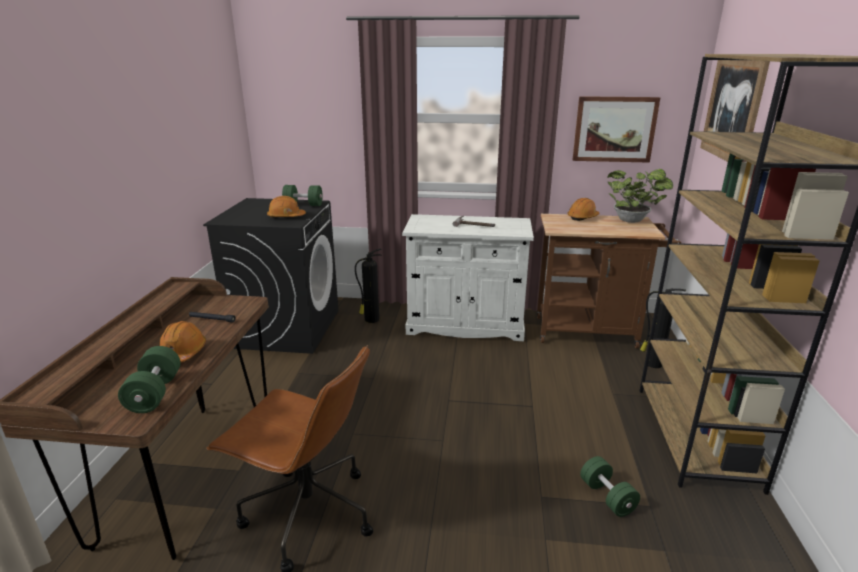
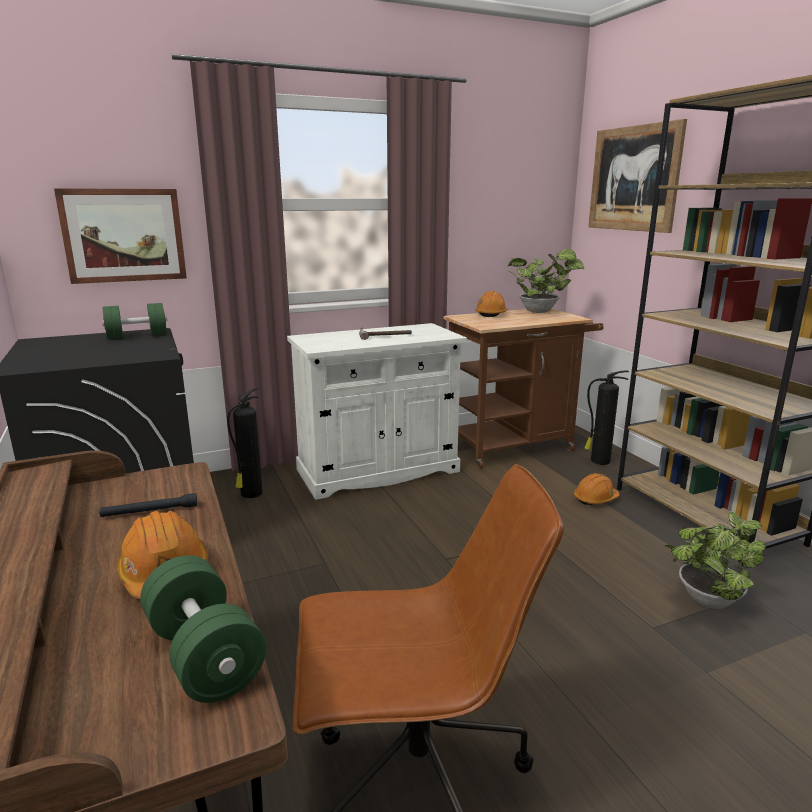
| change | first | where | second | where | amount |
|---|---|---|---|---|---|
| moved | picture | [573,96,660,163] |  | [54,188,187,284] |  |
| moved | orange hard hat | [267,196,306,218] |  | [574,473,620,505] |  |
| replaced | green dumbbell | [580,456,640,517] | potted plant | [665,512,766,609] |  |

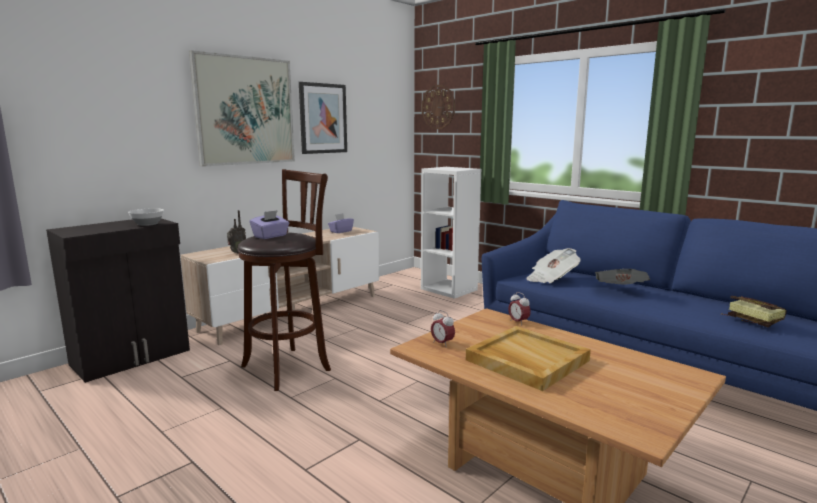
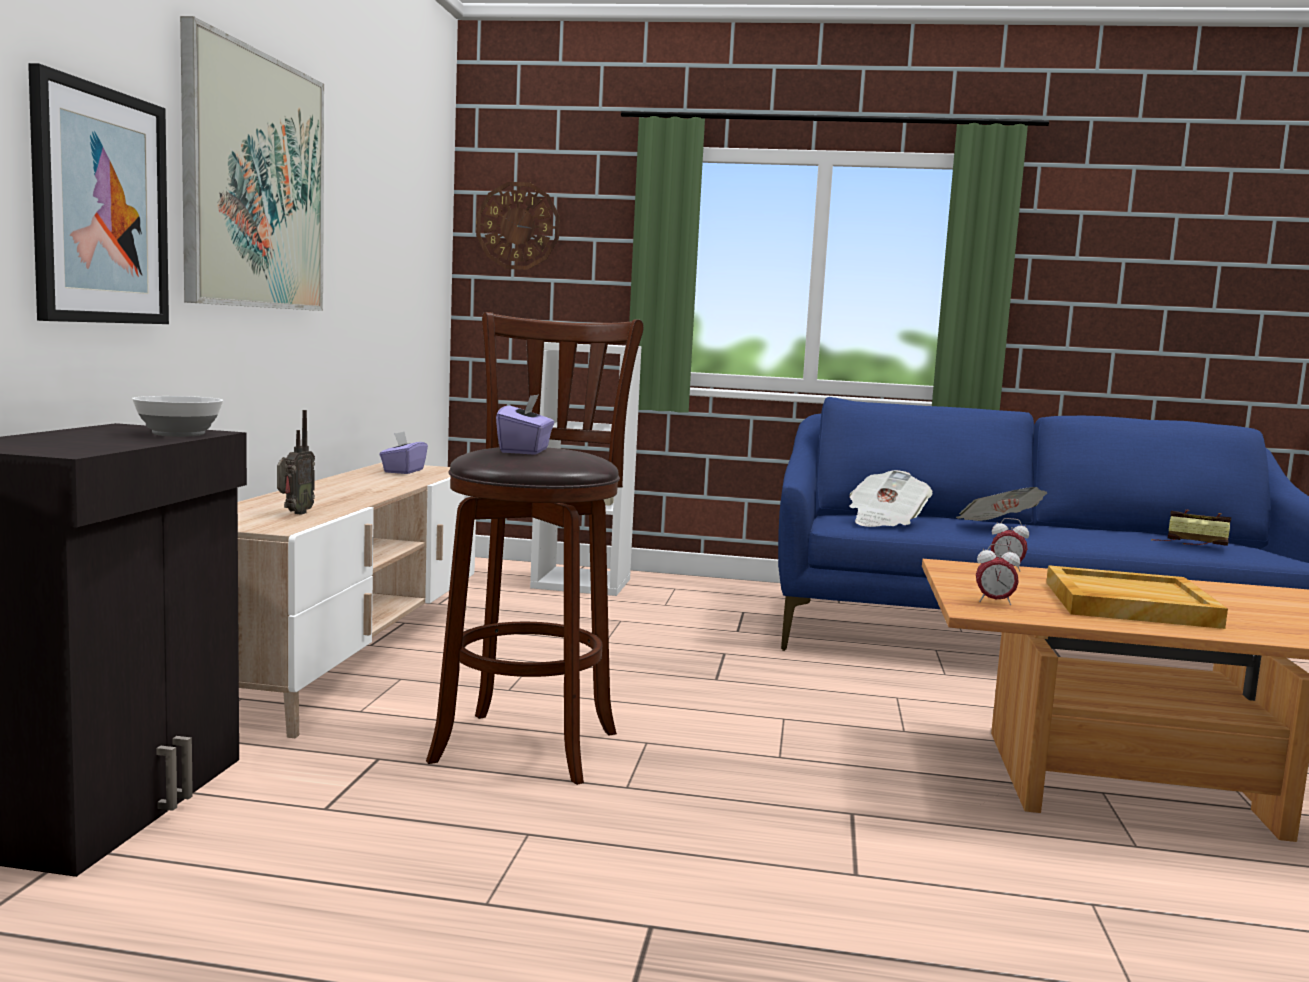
| change | first | where | second | where | amount |
|---|---|---|---|---|---|
| moved | picture | [299,82,347,154] |  | [28,63,169,324] |  |

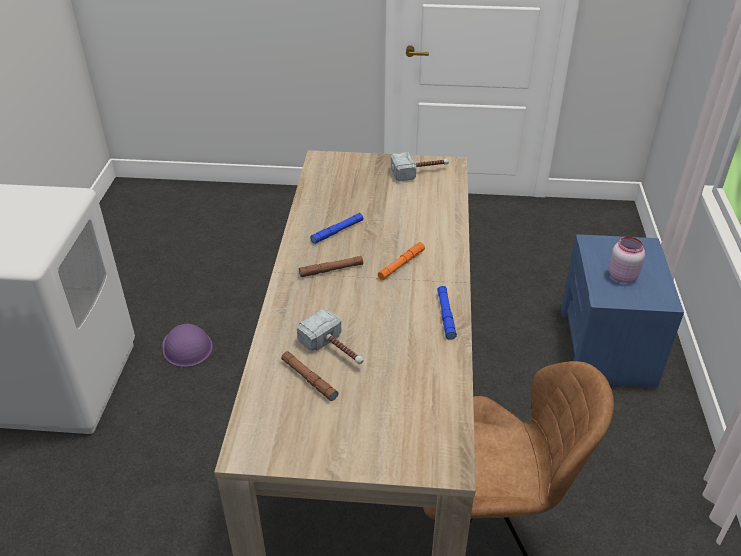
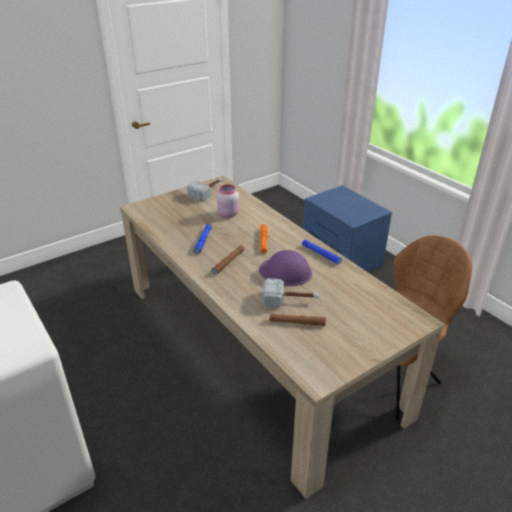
| change | first | where | second | where | amount |
|---|---|---|---|---|---|
| moved | pink jar | [608,237,645,283] |  | [217,184,239,218] |  |
| moved | purple hard hat | [162,324,213,367] |  | [259,250,312,286] |  |

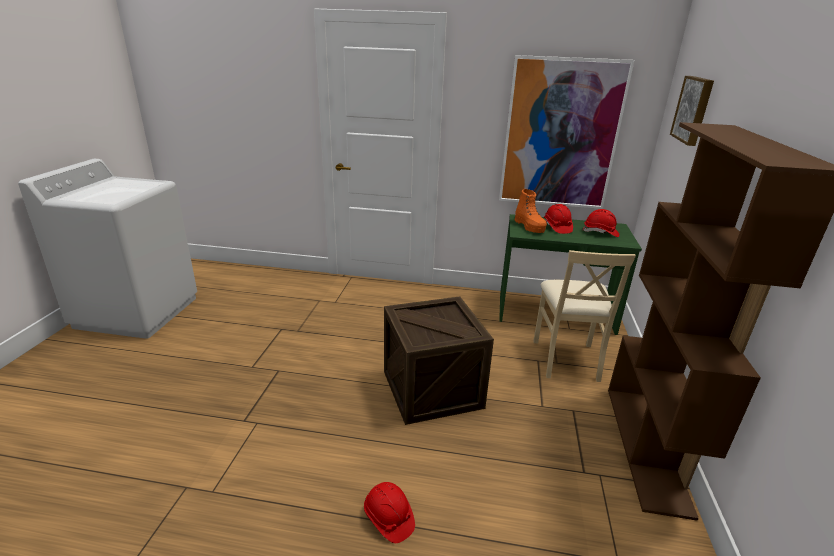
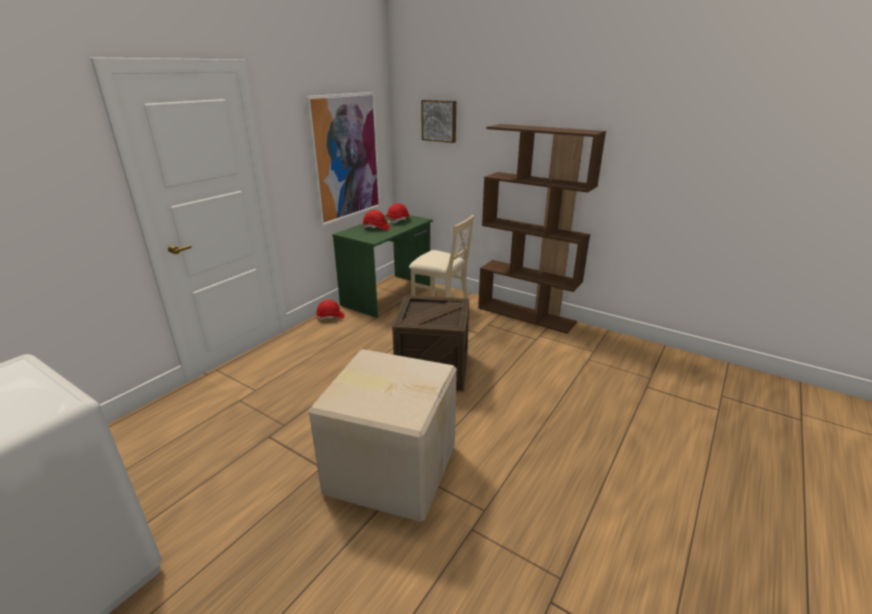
| change | first | where | second | where | amount |
|---|---|---|---|---|---|
| added |  |  | cardboard box | [309,349,457,522] |  |
| moved | red hard hat | [364,482,415,543] |  | [316,300,345,320] |  |
| removed | orange boot | [515,189,547,233] |  |  |  |

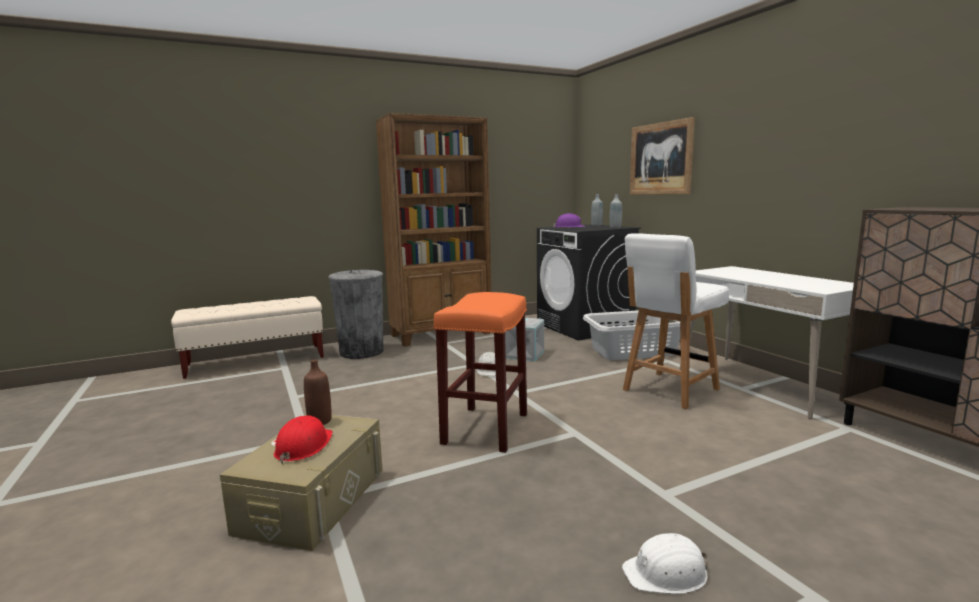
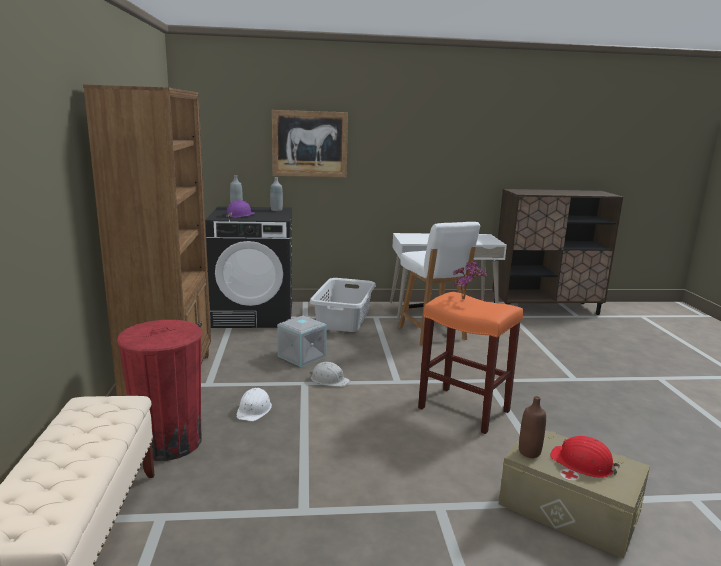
| change | first | where | second | where | amount |
|---|---|---|---|---|---|
| recoloured | grey trash can | [328,270,384,359] | red trash can | [116,320,202,461] |  |
| moved | white hard hat | [622,533,708,594] |  | [236,388,272,421] |  |
| added |  |  | potted plant | [453,261,487,299] |  |

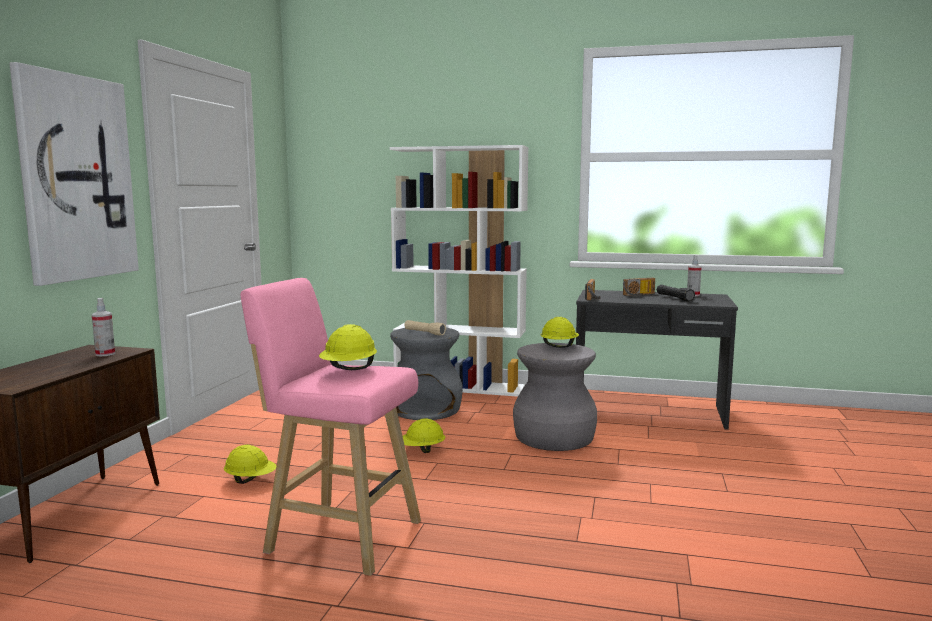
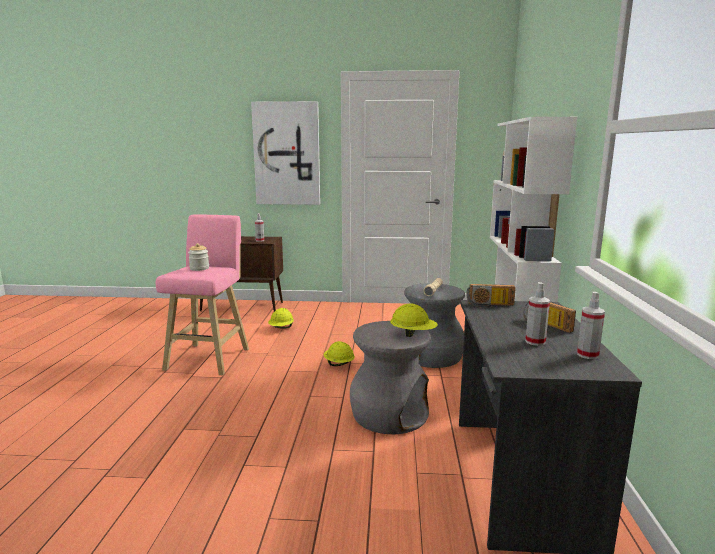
| change | first | where | second | where | amount |
|---|---|---|---|---|---|
| replaced | yellow hard hat | [319,324,377,370] | jar | [188,243,209,271] |  |
| replaced | black flashlight | [657,285,695,302] | spray bottle | [525,282,550,346] |  |

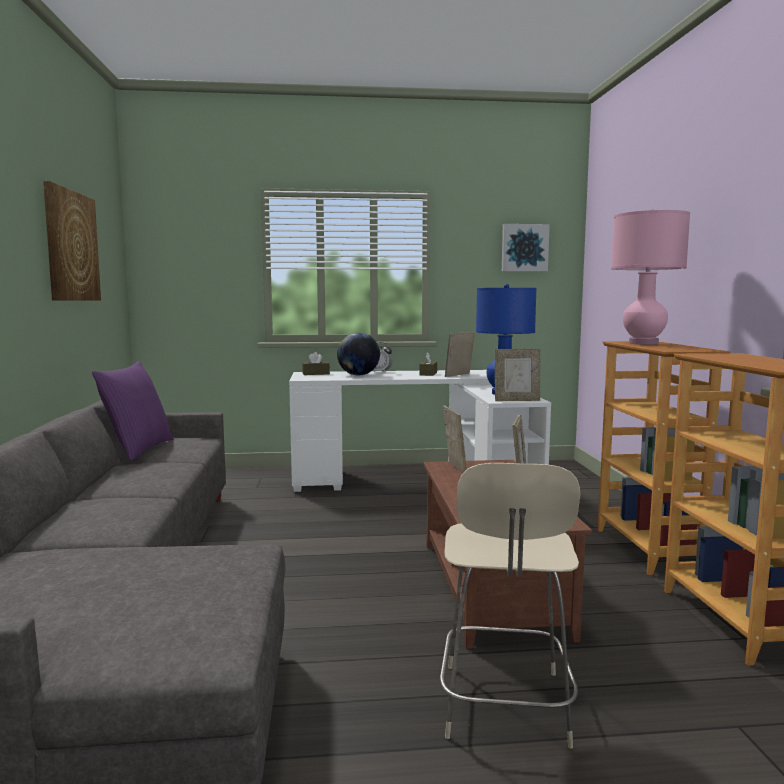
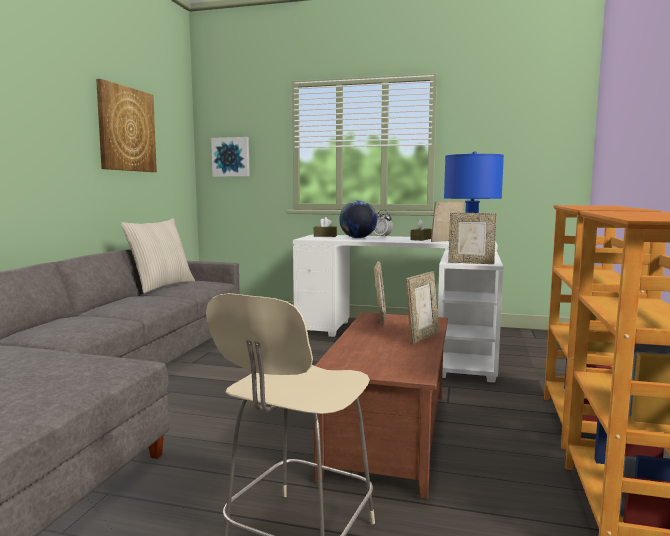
| change | first | where | second | where | amount |
|---|---|---|---|---|---|
| recoloured | purple pillow | [92,361,173,461] | beige pillow | [120,218,195,293] |  |
| moved | picture | [502,224,550,272] |  | [211,137,250,177] |  |
| removed | pink table lamp | [611,209,690,345] |  |  |  |

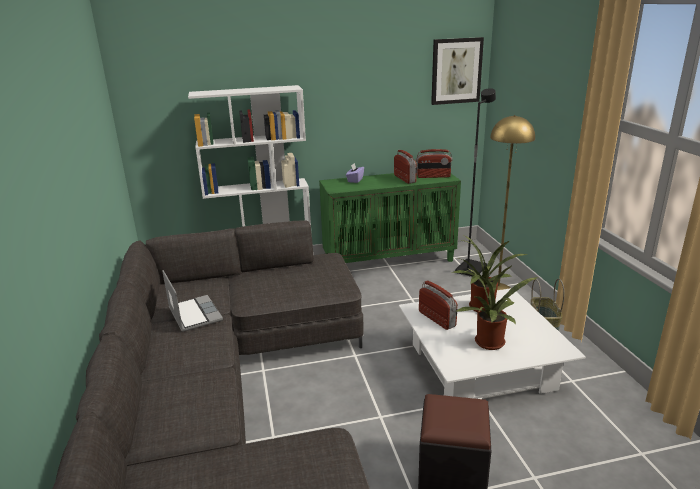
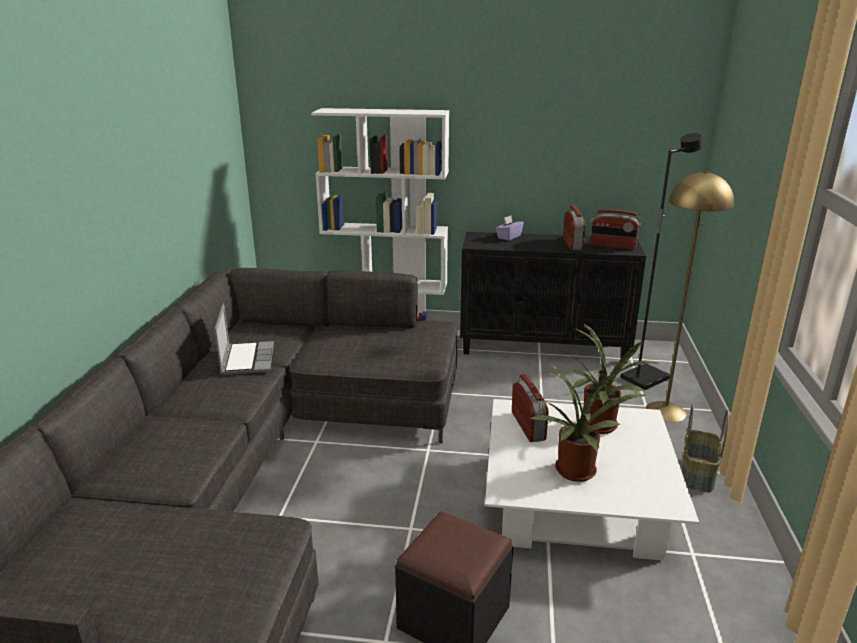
| change | first | where | second | where | amount |
|---|---|---|---|---|---|
| recoloured | green cabinet | [319,173,461,263] | black cabinet | [460,232,646,364] |  |
| removed | picture | [431,37,484,105] |  |  |  |

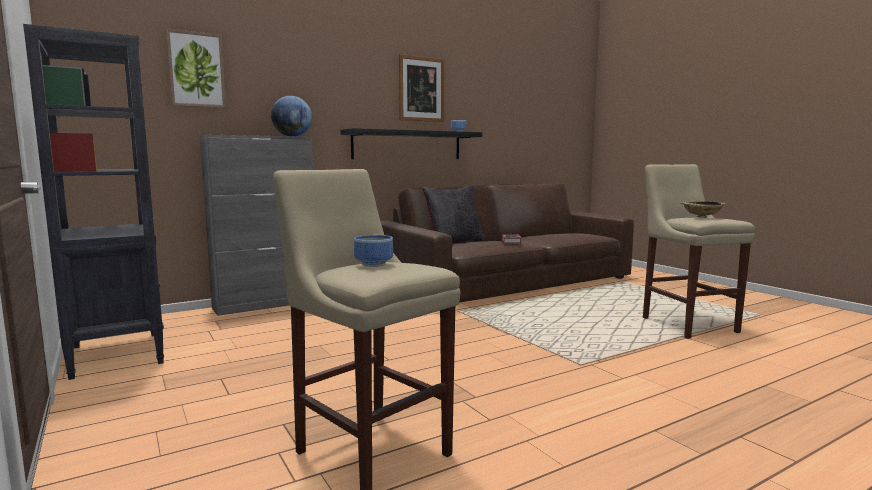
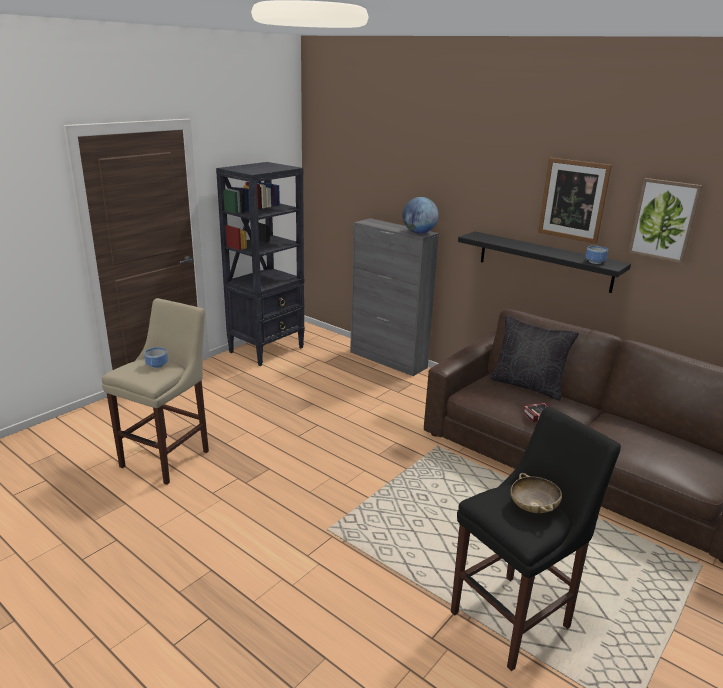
| change | first | where | second | where | amount |
|---|---|---|---|---|---|
| recoloured | beige stool | [643,164,755,339] | black stool | [451,407,621,671] |  |
| moved | picture | [166,29,226,108] |  | [628,178,703,263] |  |

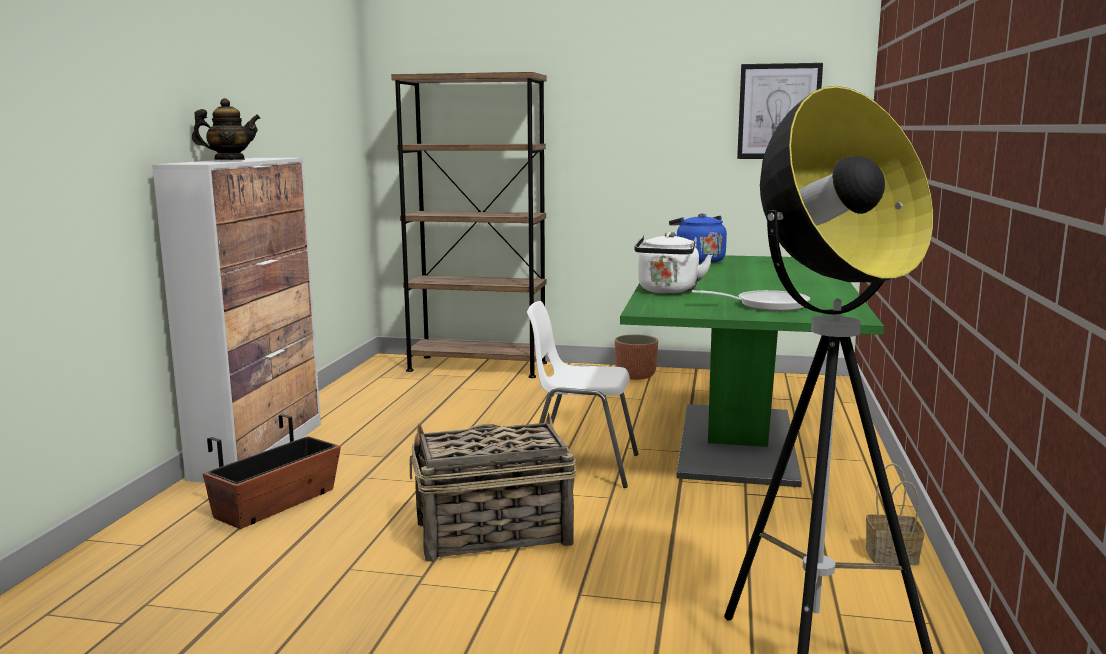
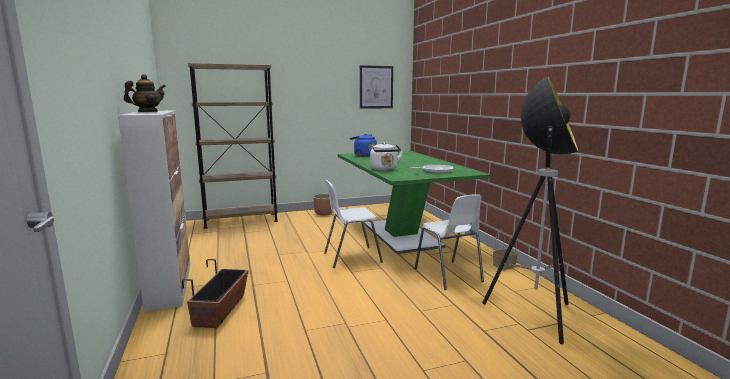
| change | first | where | second | where | amount |
|---|---|---|---|---|---|
| added |  |  | white chair | [415,194,484,290] |  |
| removed | basket | [409,413,576,562] |  |  |  |

